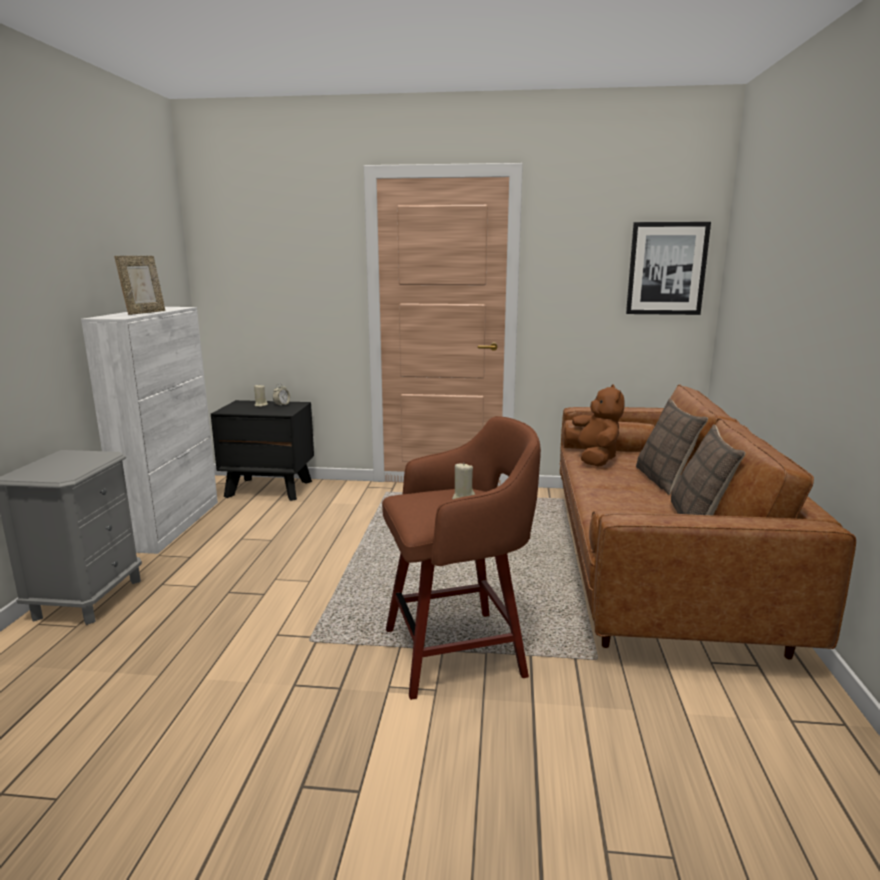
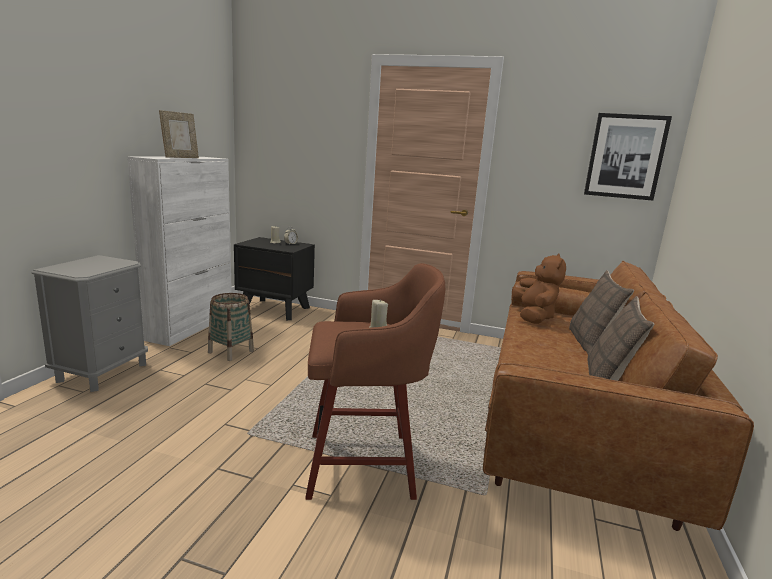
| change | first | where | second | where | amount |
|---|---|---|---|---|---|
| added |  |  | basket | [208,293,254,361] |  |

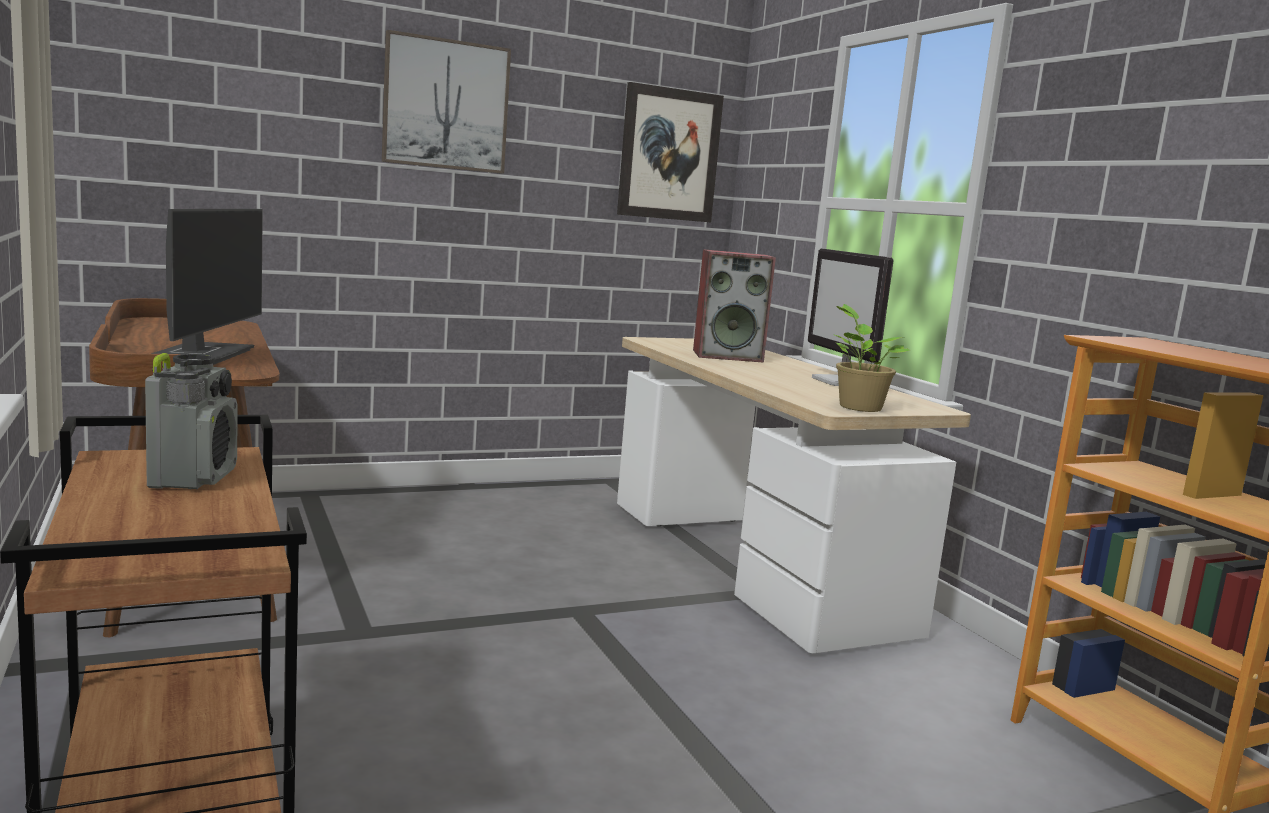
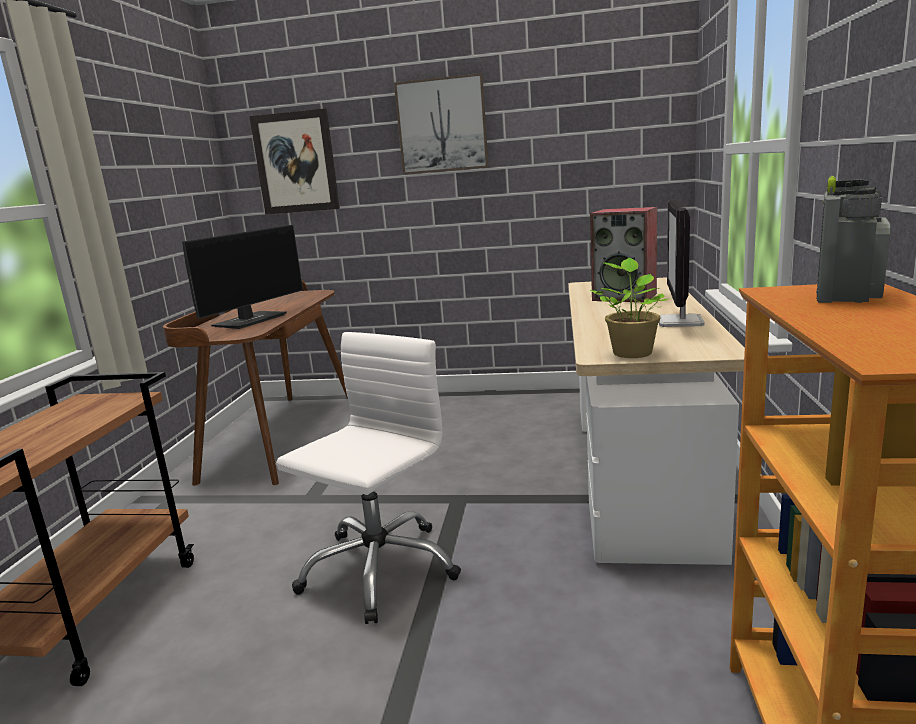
| change | first | where | second | where | amount |
|---|---|---|---|---|---|
| moved | picture | [617,82,724,222] |  | [250,108,340,215] |  |
| added |  |  | white office chair | [276,332,461,624] |  |
| moved | radio | [145,353,238,489] |  | [816,176,890,303] |  |

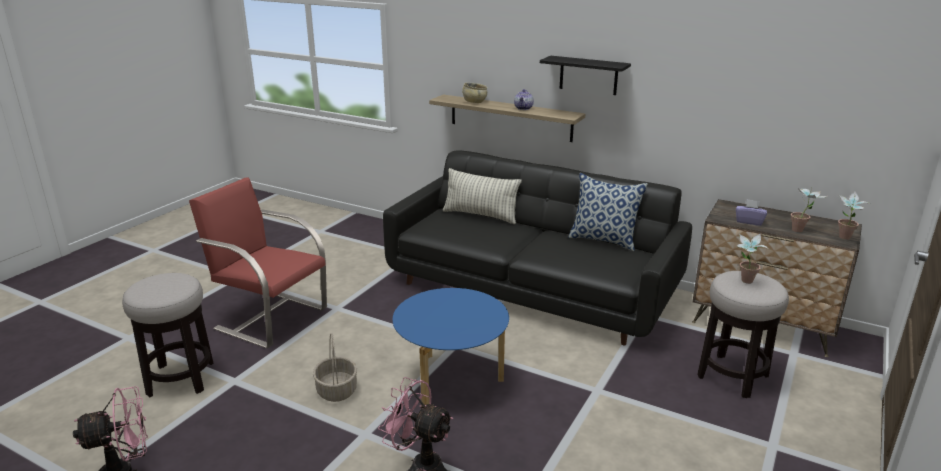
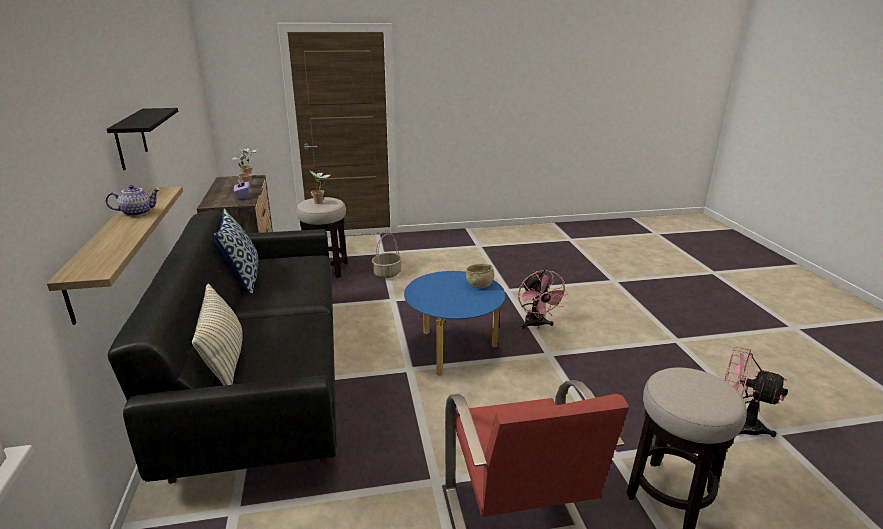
| change | first | where | second | where | amount |
|---|---|---|---|---|---|
| moved | basket | [313,333,357,402] |  | [372,233,402,278] |  |
| moved | beige bowl | [462,83,488,103] |  | [466,263,494,288] |  |

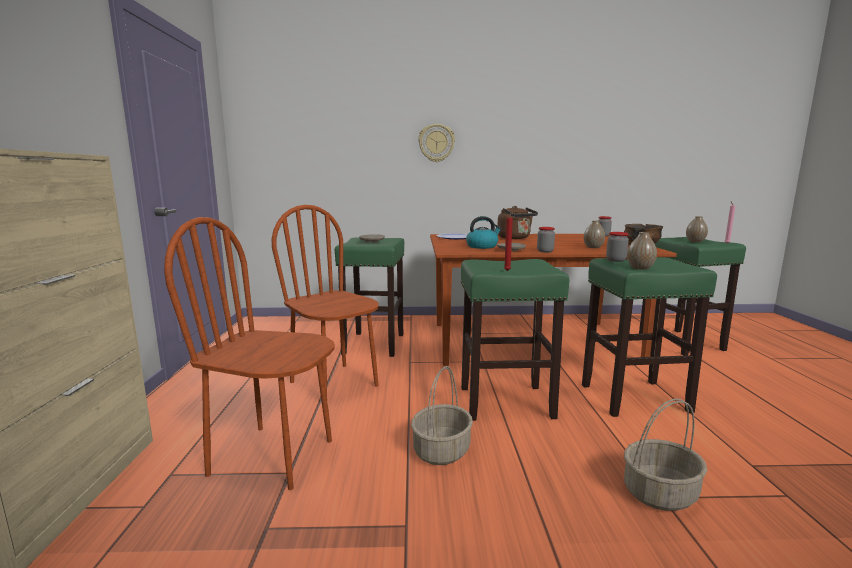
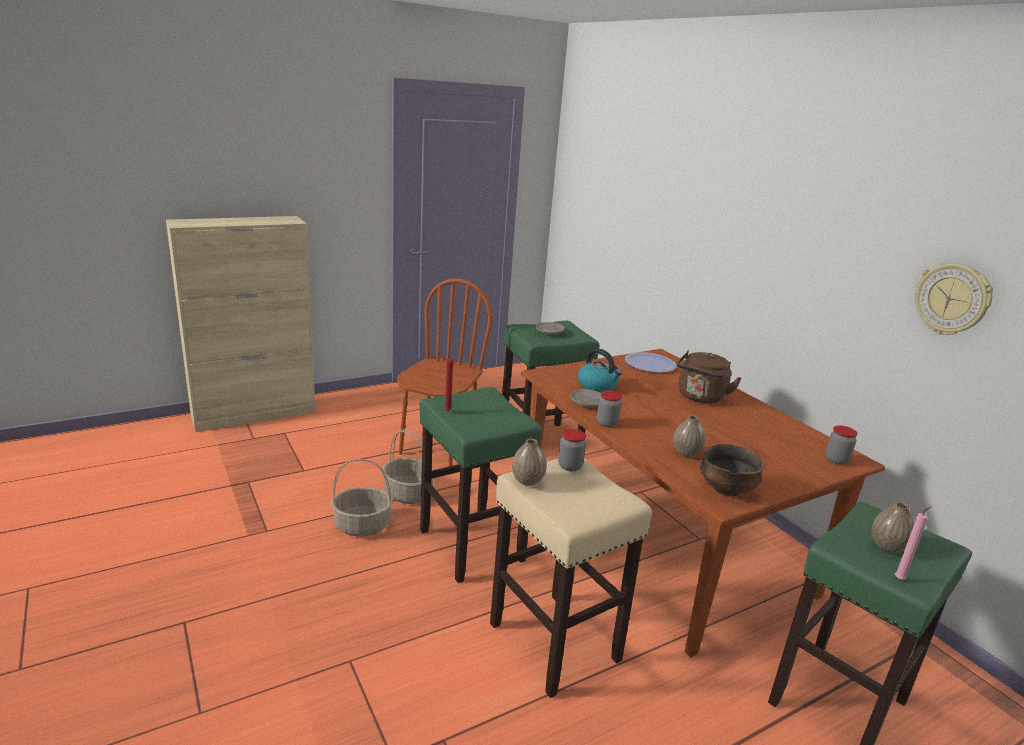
| change | first | where | second | where | amount |
|---|---|---|---|---|---|
| moved | basket | [624,398,707,511] |  | [383,429,434,504] |  |
| recoloured | green stool | [582,257,717,417] | beige stool | [490,458,652,698] |  |
| moved | wall clock | [418,124,455,162] |  | [915,263,993,335] |  |
| removed | brown chair | [164,217,335,490] |  |  |  |

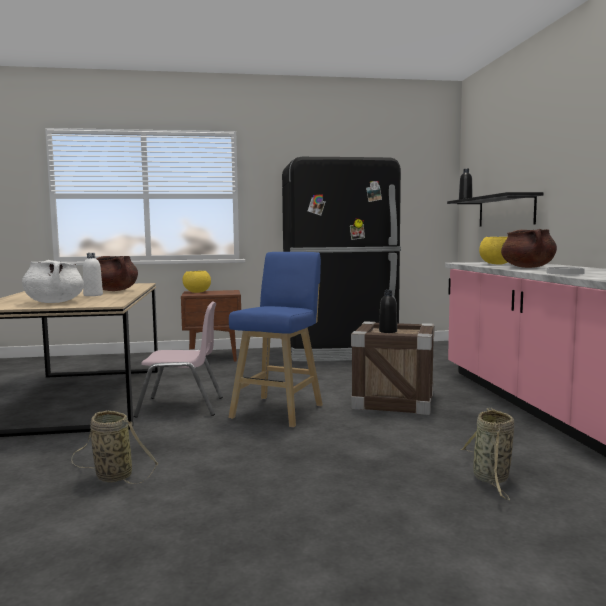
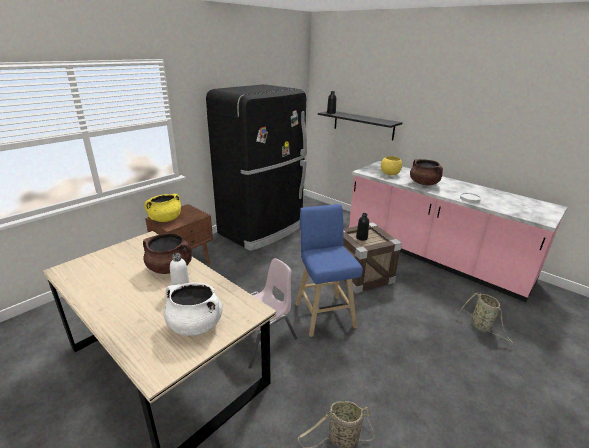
| change | first | where | second | where | amount |
|---|---|---|---|---|---|
| replaced | yellow bowl | [182,271,211,293] | yellow cooking pot | [144,194,181,222] |  |

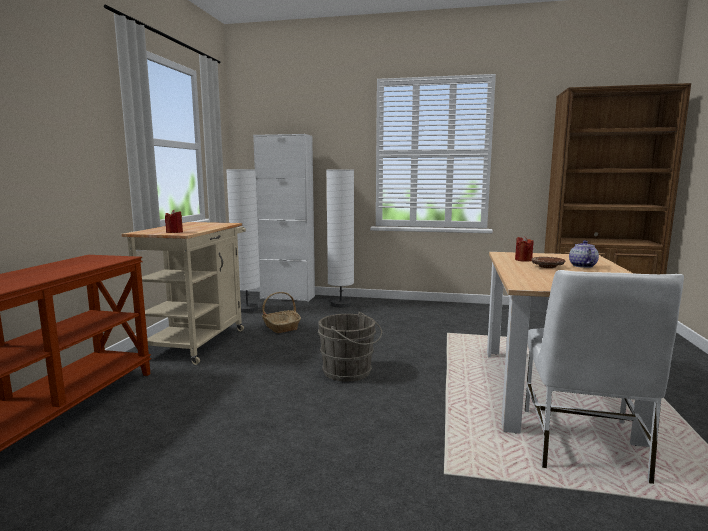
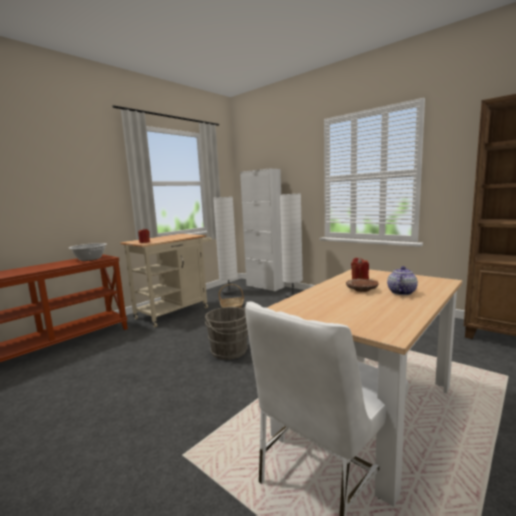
| change | first | where | second | where | amount |
|---|---|---|---|---|---|
| added |  |  | cooking pot | [69,243,107,261] |  |

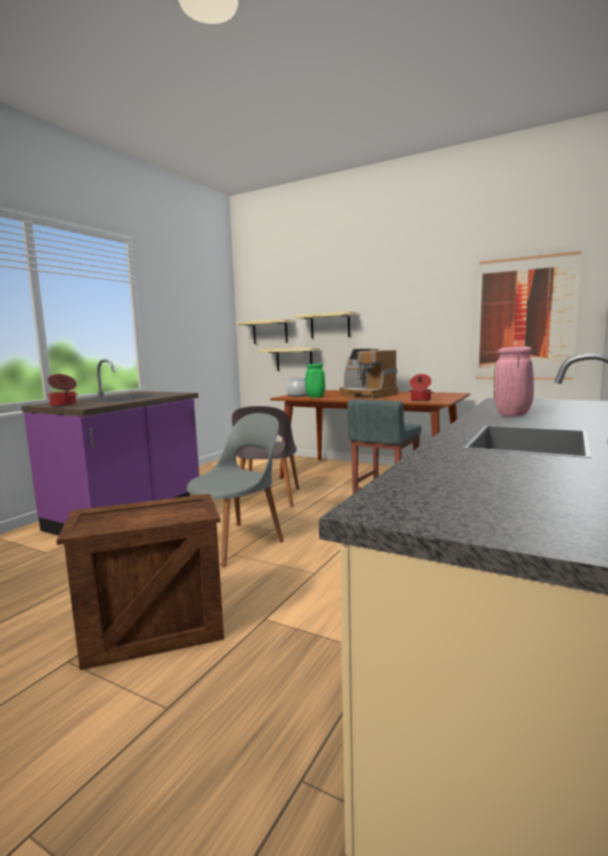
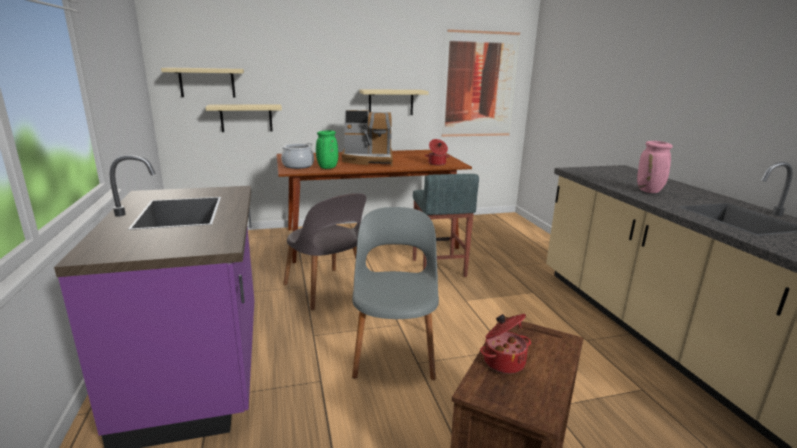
| change | first | where | second | where | amount |
|---|---|---|---|---|---|
| moved | beige shelf | [294,311,358,339] |  | [359,89,429,115] |  |
| moved | cooking pot | [48,374,78,407] |  | [480,314,531,374] |  |

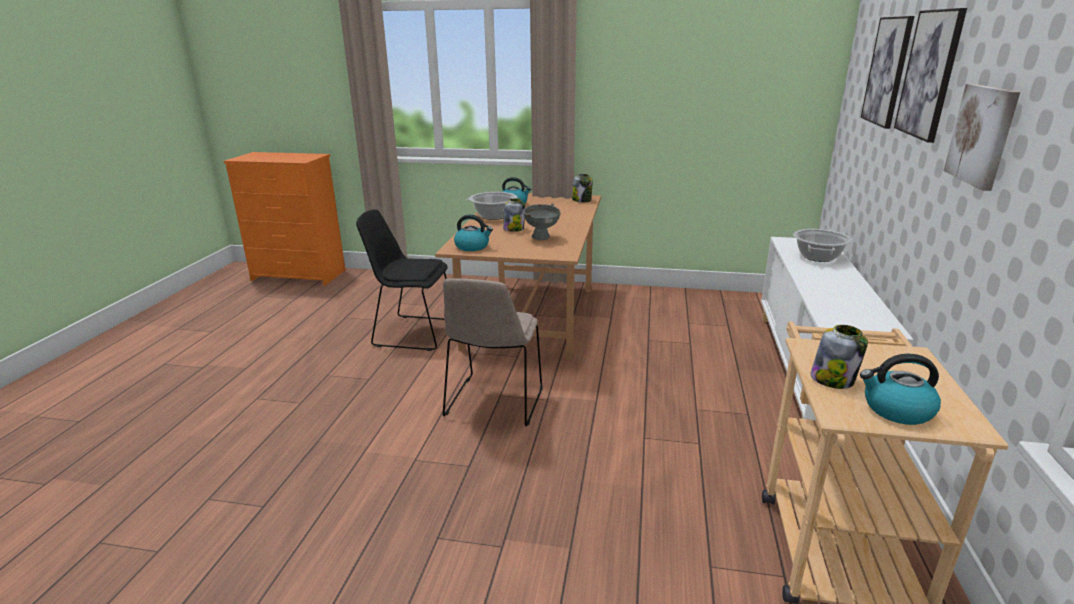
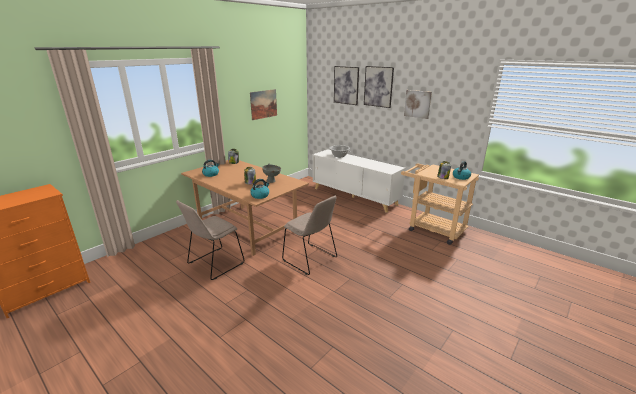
| change | first | where | second | where | amount |
|---|---|---|---|---|---|
| recoloured | black chair | [356,209,448,351] | beige chair | [176,200,244,280] |  |
| added |  |  | picture | [250,89,277,120] |  |
| removed | cooking pot | [466,192,518,220] |  |  |  |

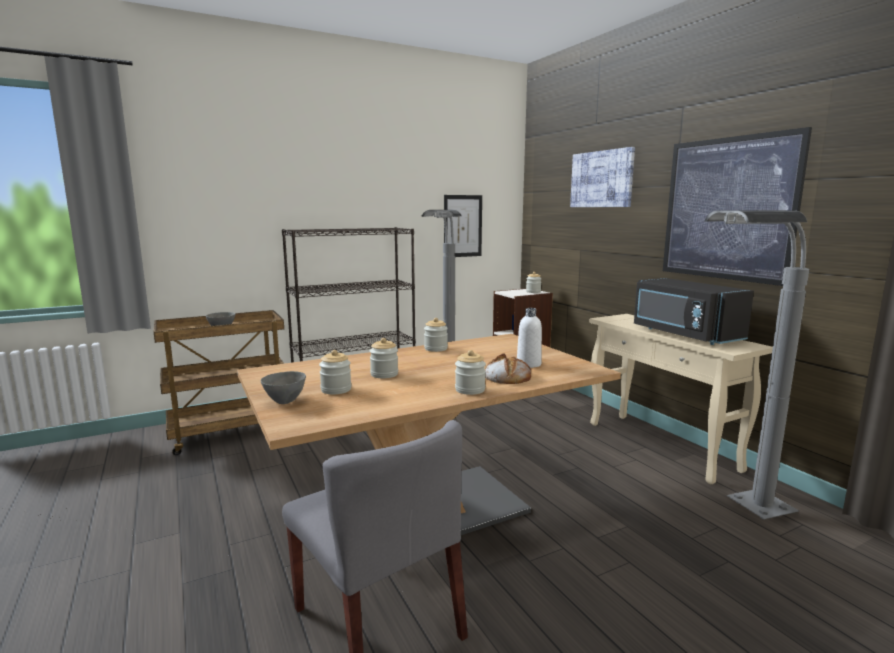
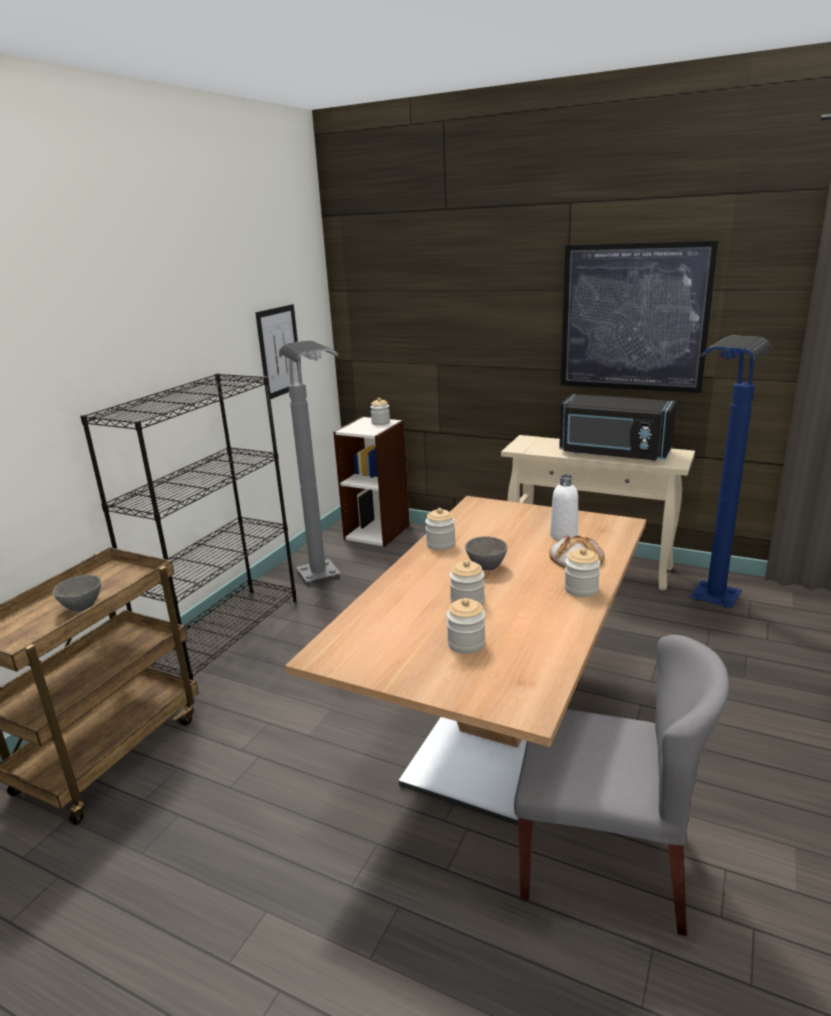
| change | first | where | second | where | amount |
|---|---|---|---|---|---|
| moved | grey bowl | [261,371,306,404] |  | [465,536,507,571] |  |
| recoloured | grey floor lamp | [705,210,809,520] | blue floor lamp | [690,336,772,608] |  |
| removed | picture | [570,147,635,207] |  |  |  |

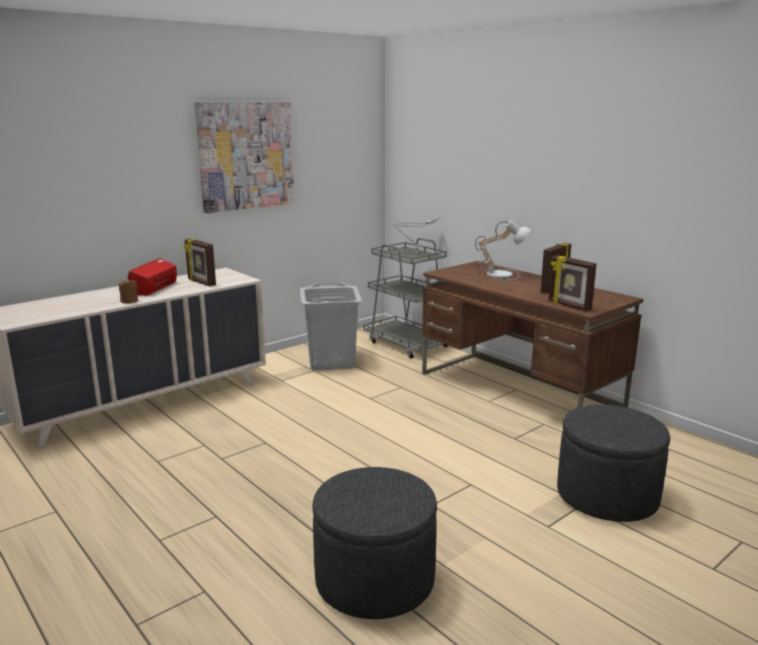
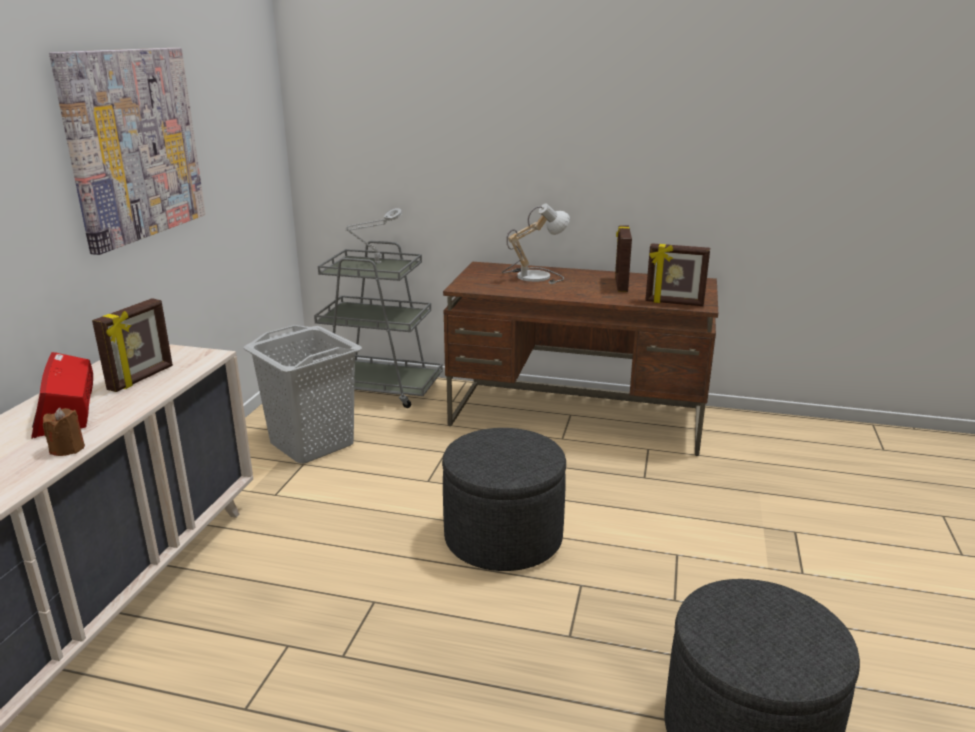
| change | first | where | second | where | amount |
|---|---|---|---|---|---|
| turned | picture frame | [184,239,216,286] |  | [92,298,173,392] | 75 degrees counterclockwise |
| moved | grey ottoman | [557,405,670,522] |  | [442,428,566,571] |  |

